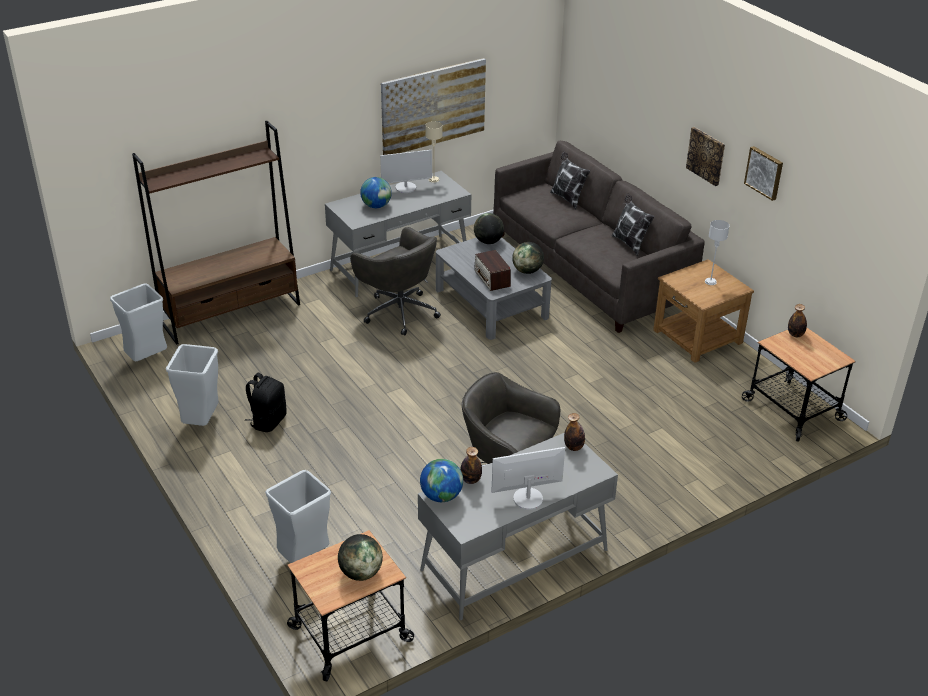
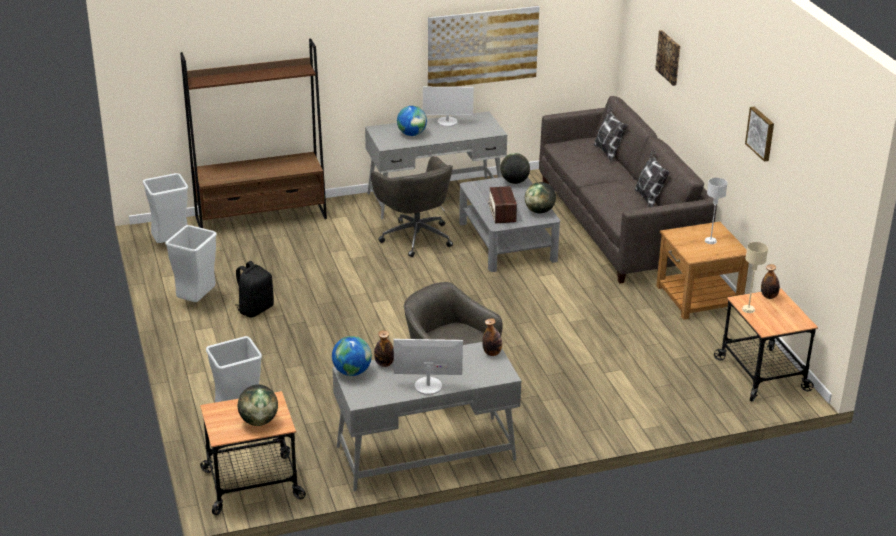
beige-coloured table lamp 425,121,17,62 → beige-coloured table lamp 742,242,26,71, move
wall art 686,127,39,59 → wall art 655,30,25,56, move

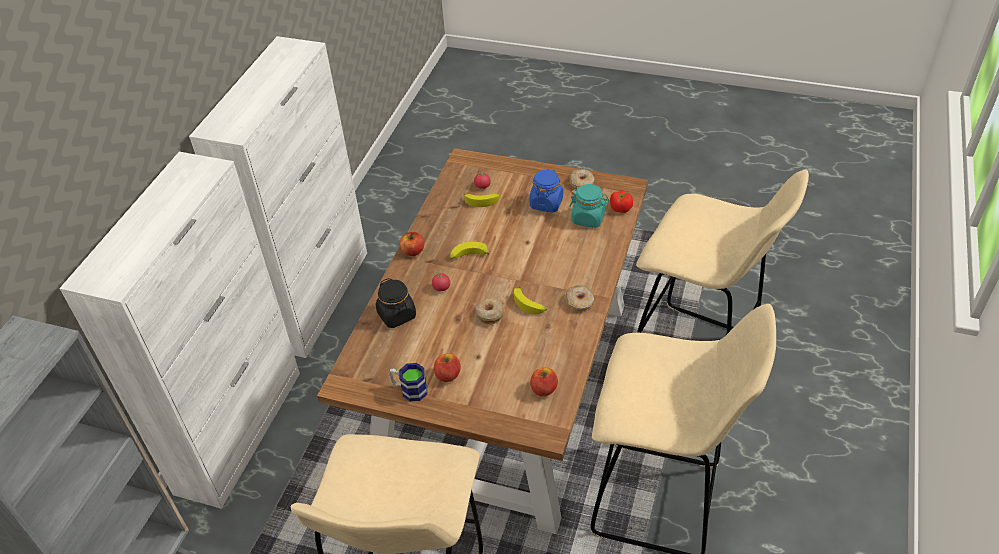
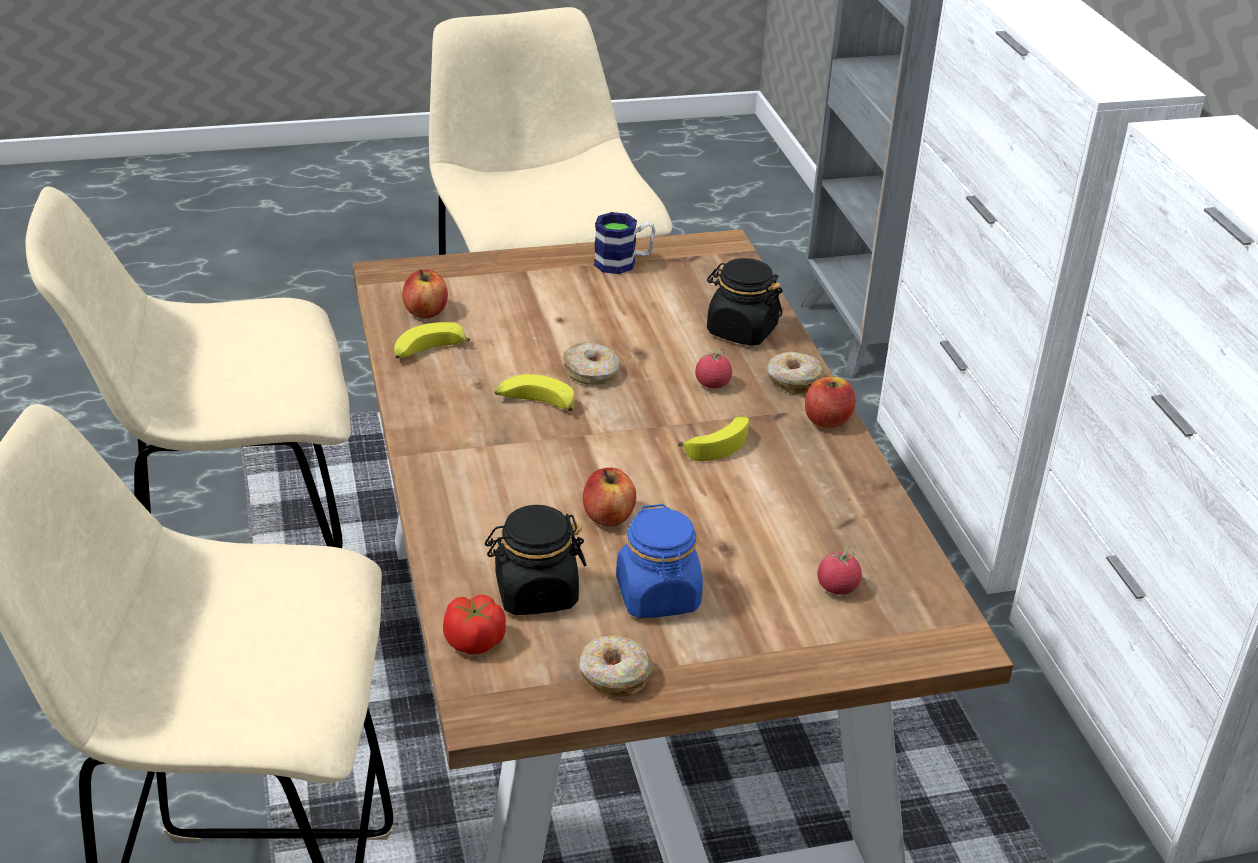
apple 434,353,27,29 → apple 583,467,53,59, move
banana 464,193,37,14 → banana 394,322,76,36, move
donut 566,285,28,27 → donut 767,352,58,42, move
blue-green storage jar 569,184,40,44 → black-coloured storage jar 485,505,101,110

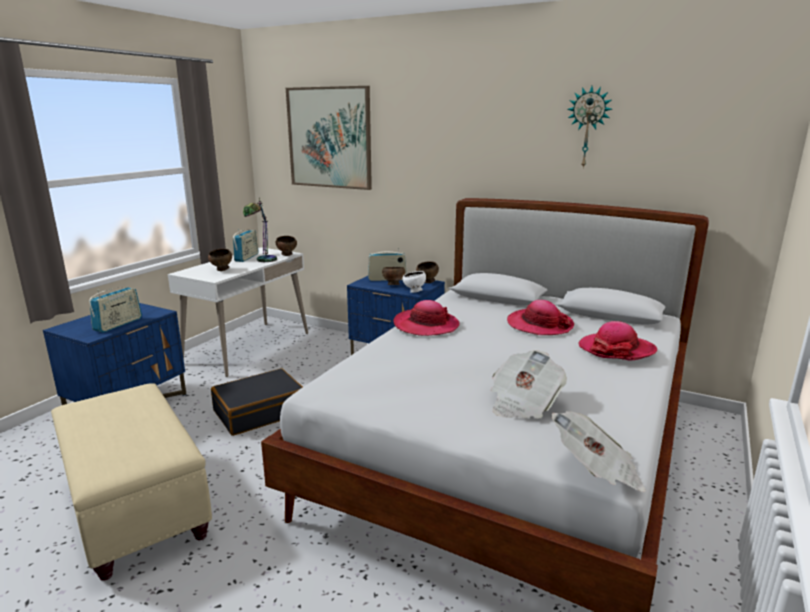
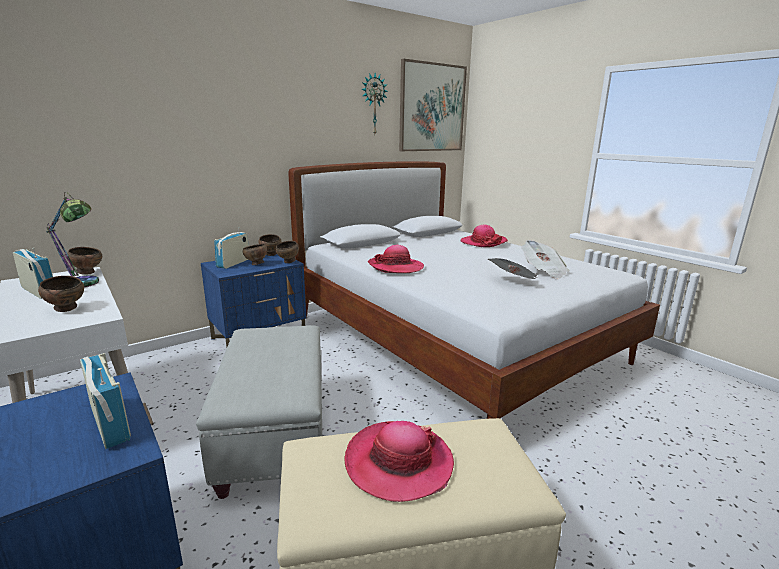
black-coloured suitcase 211,368,92,68 → gray footrest 196,325,126,174
wall art 286,86,86,104 → wall art 399,59,68,92, move
white deep dish 402,271,24,22 → brown deep dish 275,241,24,22
clothing hat 507,300,67,35 → clothing hat 344,421,110,81, move
printed paper 552,411,94,81 → printed paper 488,258,50,21, move

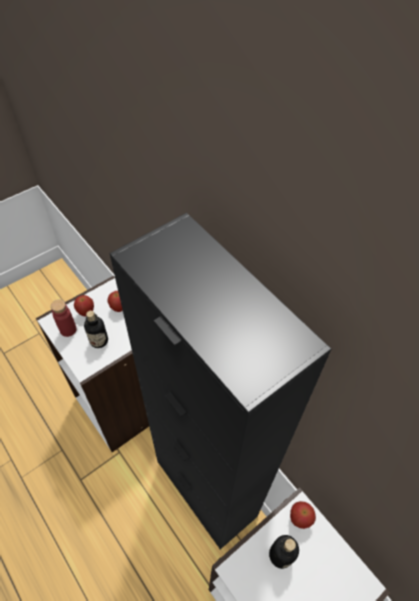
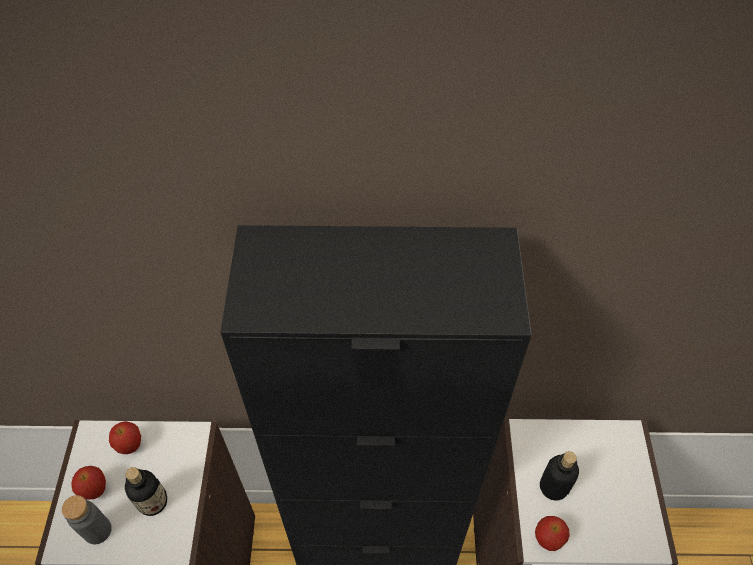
reddish bottle 51,299,26,38 → gray bottle 62,495,50,49
apple 290,501,26,28 → apple 535,516,35,35, move

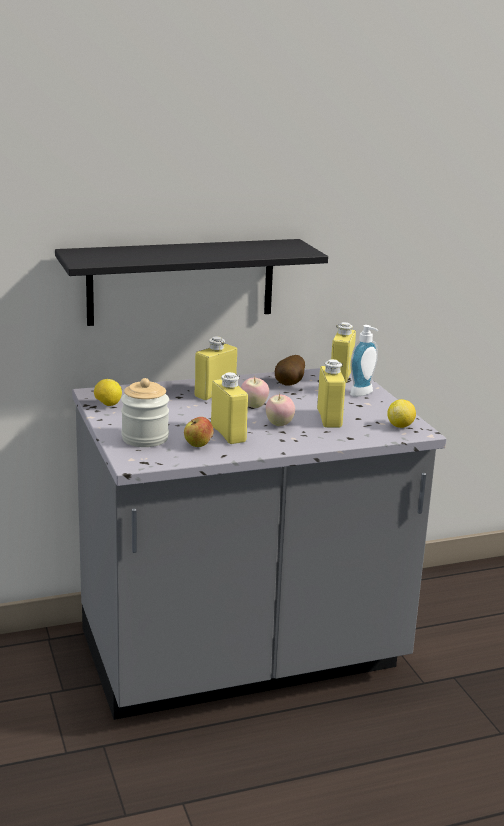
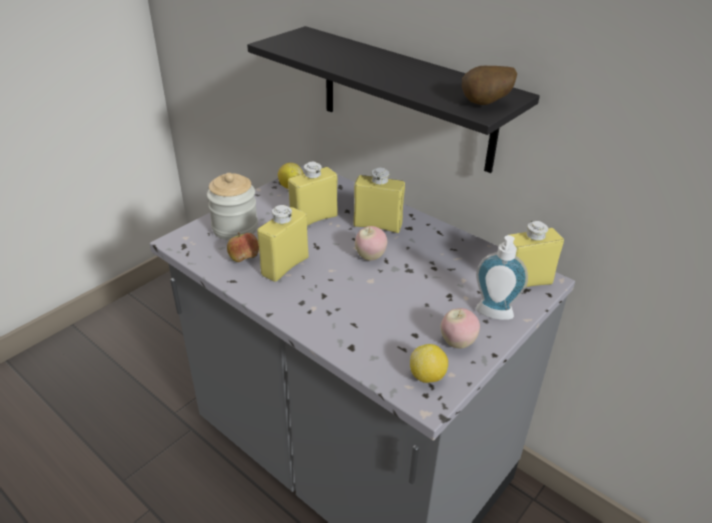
apple 266,393,29,33 → apple 441,308,39,40, move
whole potato 275,355,30,31 → whole potato 462,66,55,39, move
yellowish bottle 317,359,28,69 → yellowish bottle 288,162,50,64, move

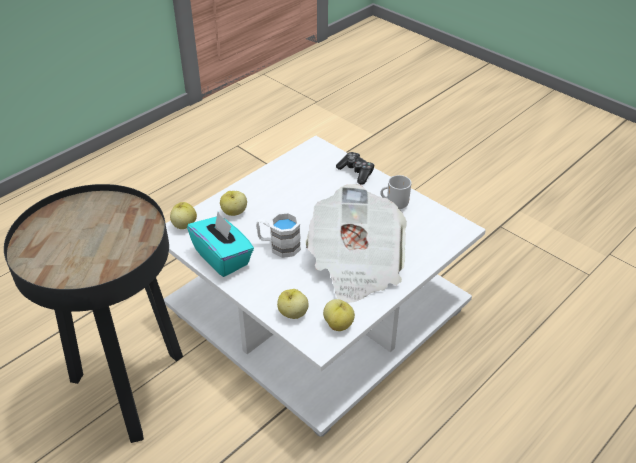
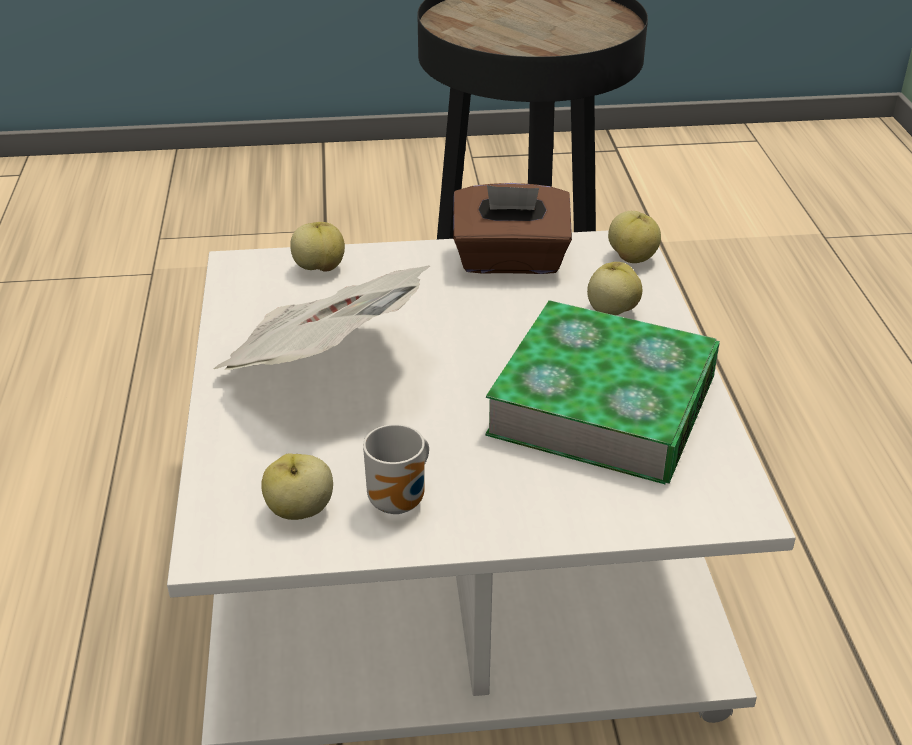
blue-green box of tissues 187,212,67,65 → brown box of tissues 453,183,119,91
white mug 256,211,45,47 → -
apple 323,299,32,32 → apple 261,453,72,67, move
joypad 336,152,39,33 → -
- → bound book 485,300,235,184

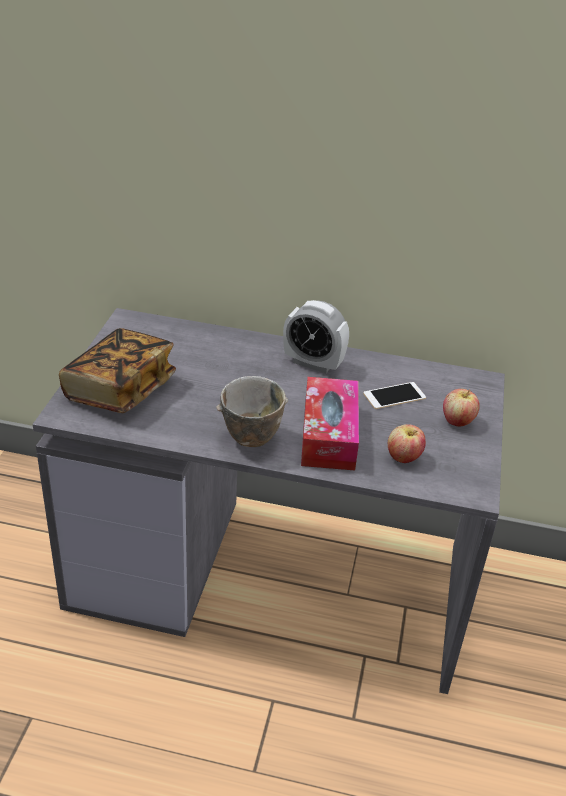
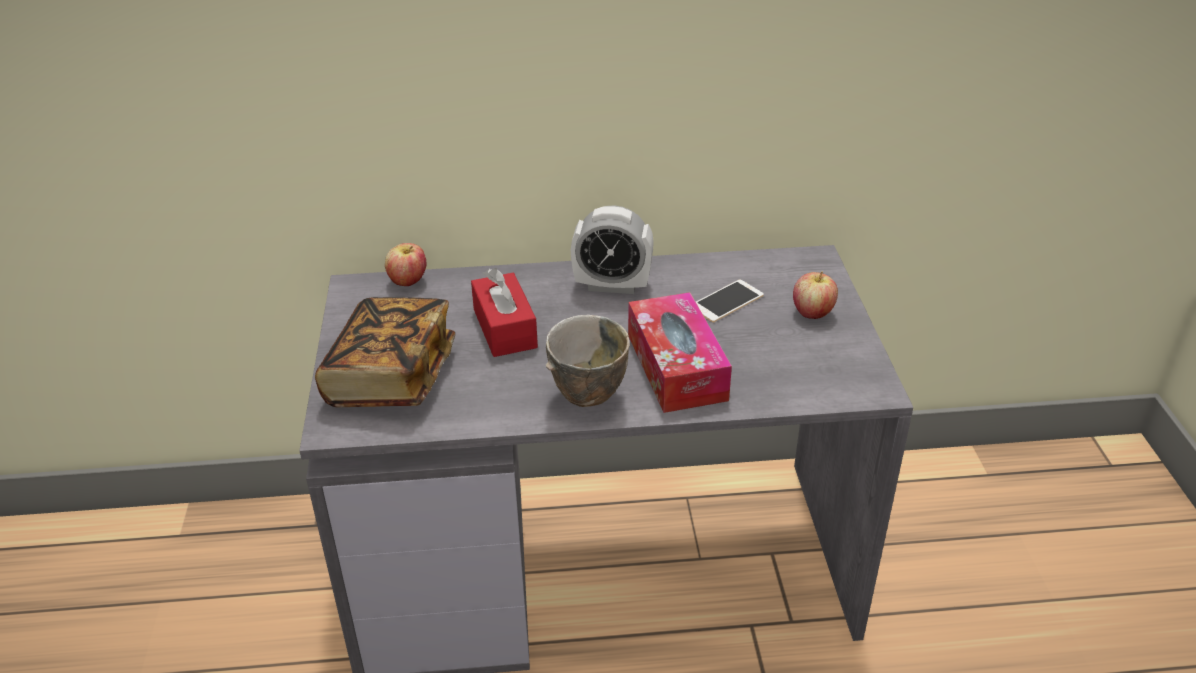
apple 388,424,38,39 → apple 385,243,41,43, move
- → reddish box of tissues 471,268,67,89

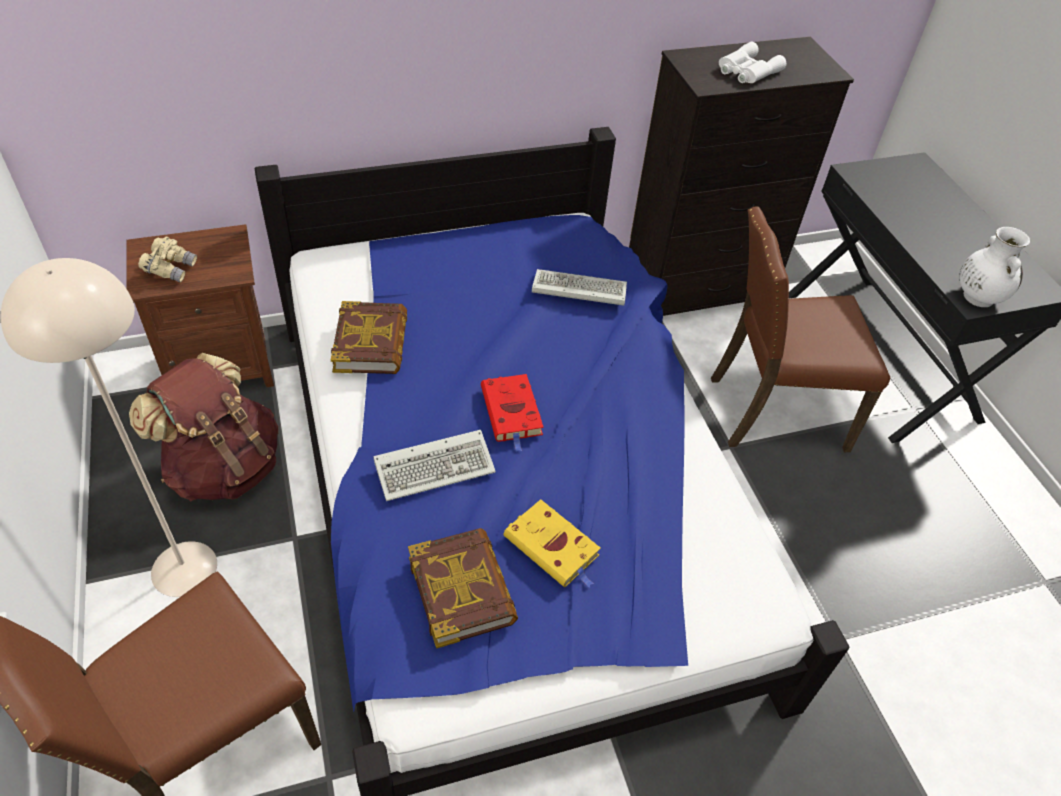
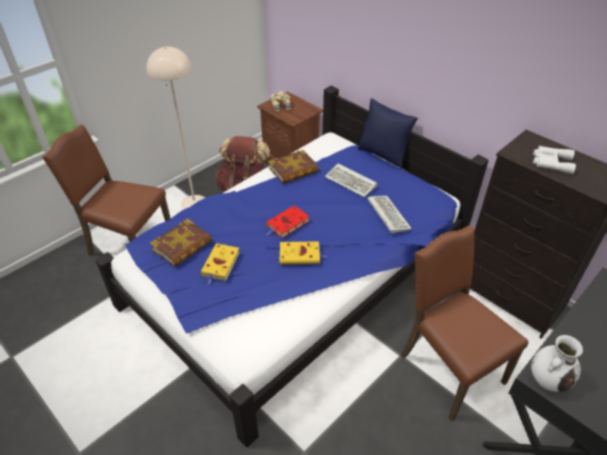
computer keyboard 373,430,123,71 → computer keyboard 325,164,52,34, move
- → yellowish bound book 279,241,48,23
- → blue-coloured throw pillow 357,98,61,71

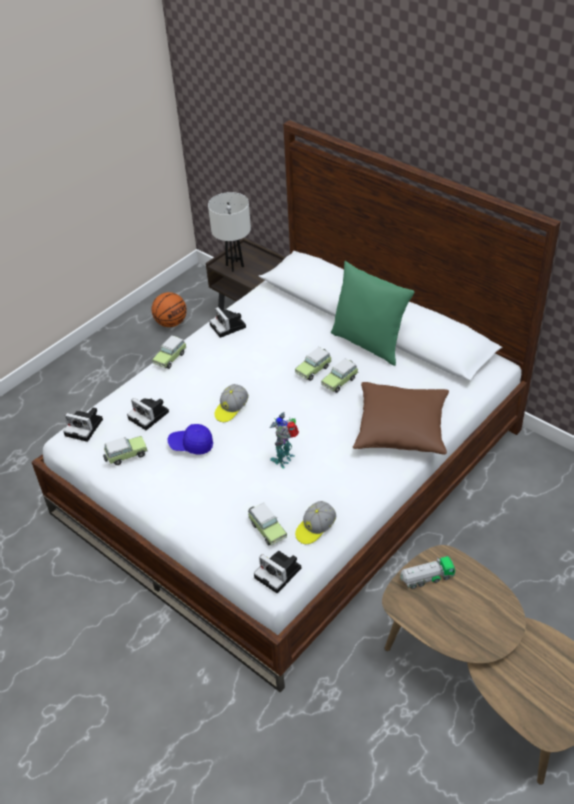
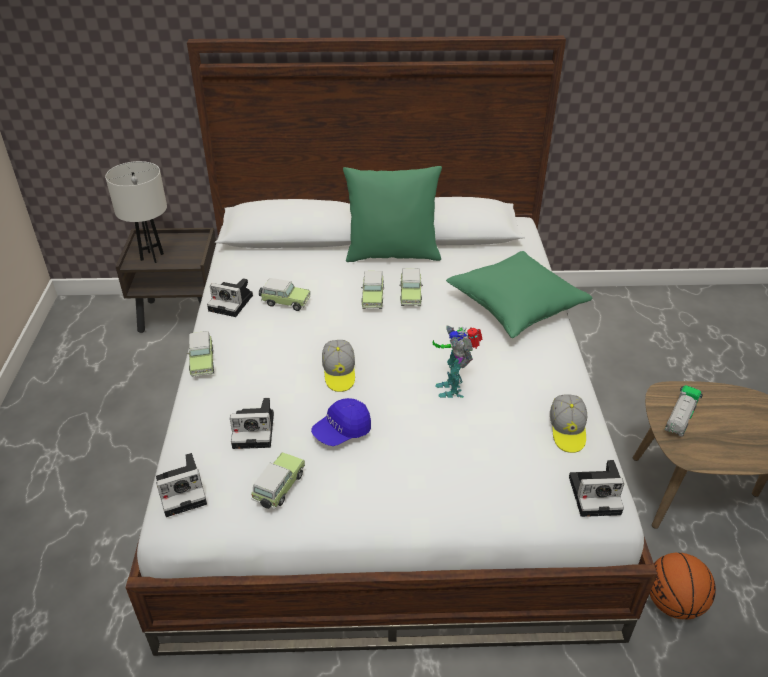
basketball ball 152,292,35,35 → basketball ball 650,553,66,66, move
miniature car 248,503,39,43 → miniature car 259,278,51,33, move
brown throw pillow 353,382,96,73 → greenish throw pillow 446,251,147,87

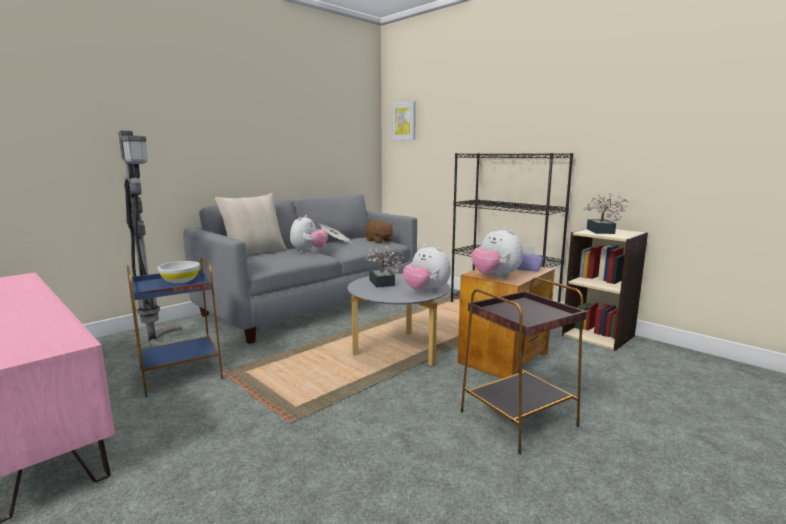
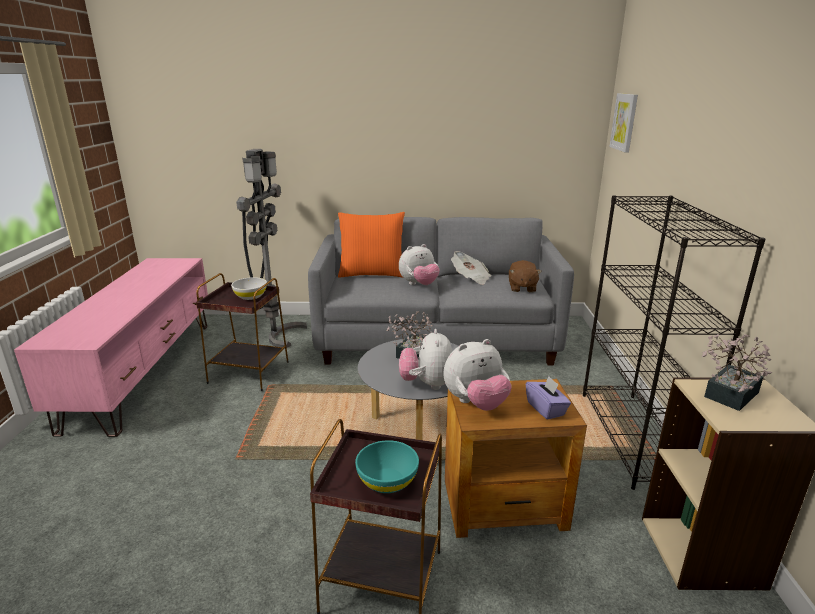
blue-coloured accent table 127,257,96,140 → brown accent table 196,273,93,118
beige-coloured throw pillow 215,193,72,62 → orange-coloured throw pillow 338,212,67,66
soft toy 471,227,52,51 → soft toy 444,339,68,72, 120 degrees counterclockwise
- → blue-green deep dish 355,440,64,53

